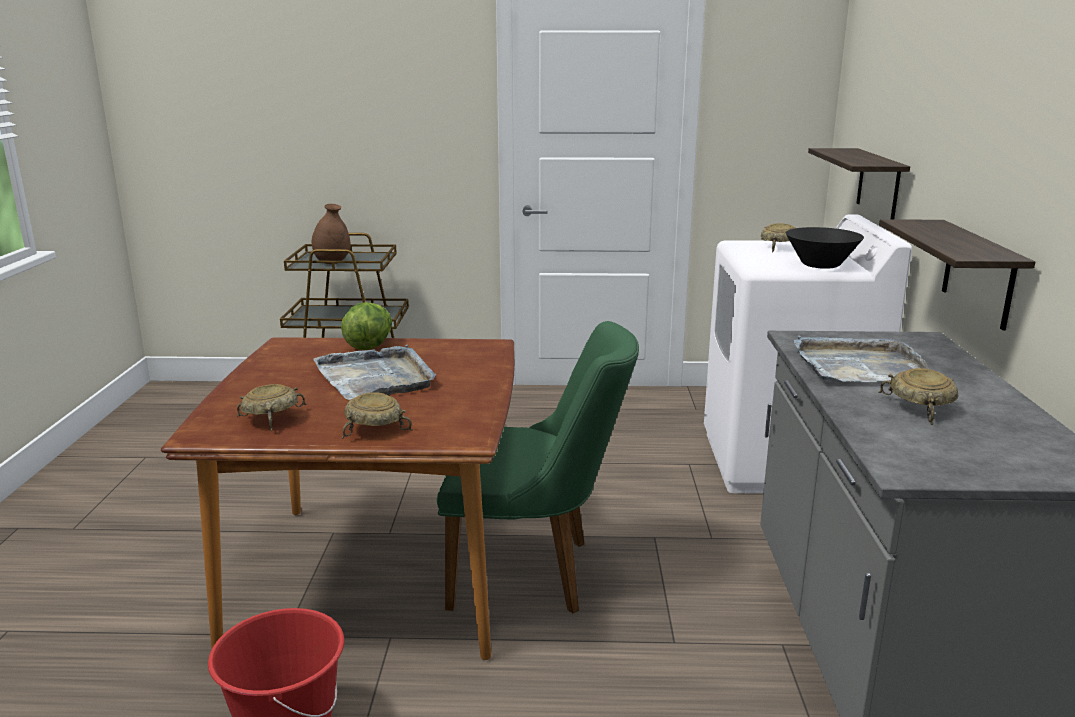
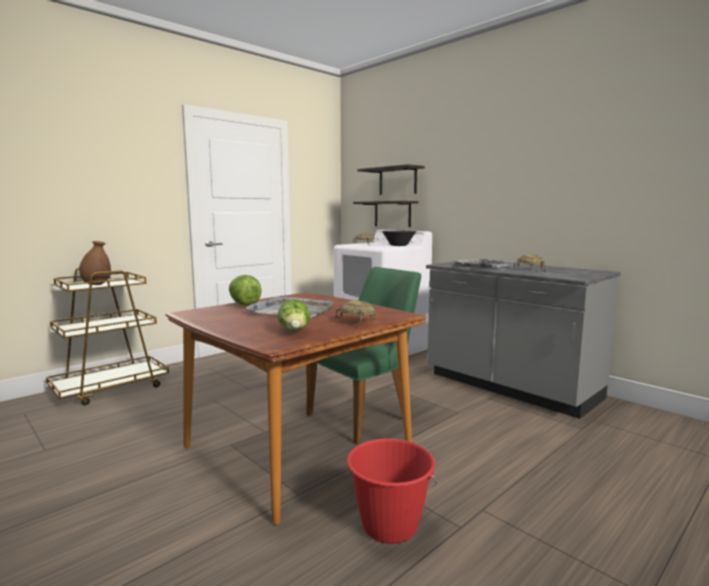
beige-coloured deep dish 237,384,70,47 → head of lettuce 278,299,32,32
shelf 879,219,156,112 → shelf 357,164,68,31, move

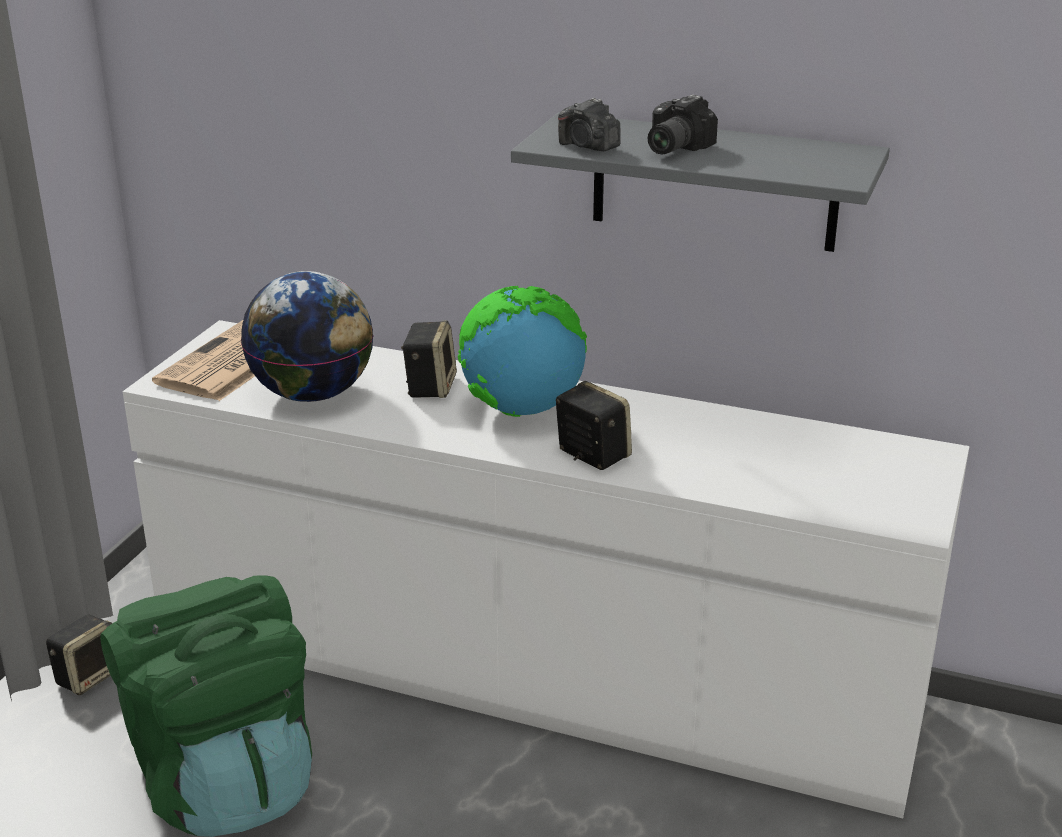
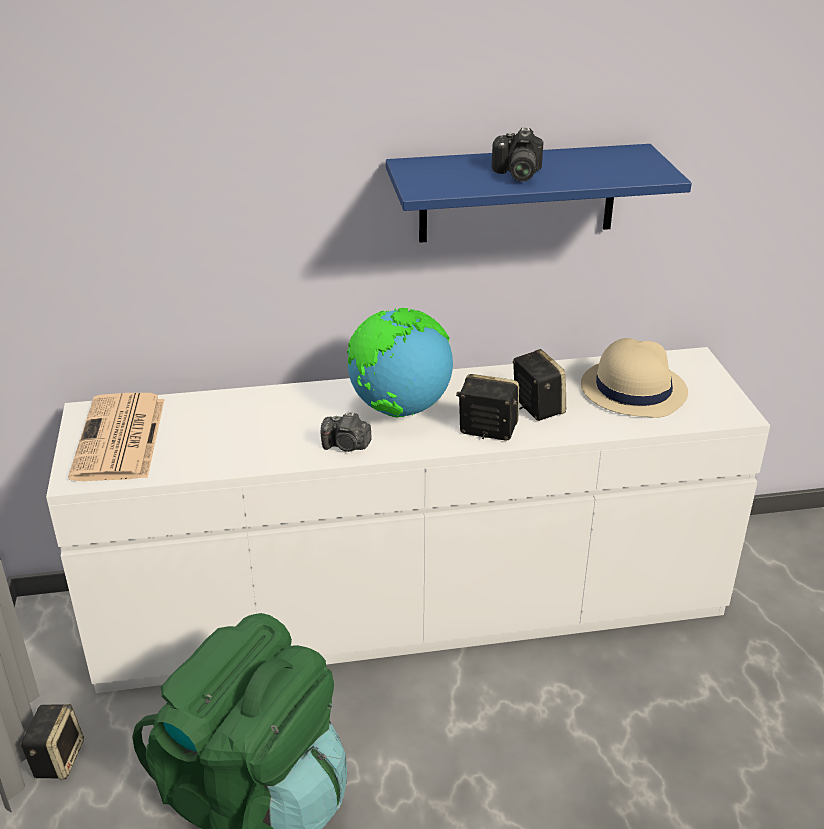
desk globe 241,271,132,131 → -
speaker 401,321,56,77 → speaker 513,349,53,72, move
gray shelf 511,112,379,140 → blue-coloured shelf 386,144,306,99
still camera 558,98,63,53 → still camera 321,411,50,41, move
- → beige-coloured clothing hat 581,338,107,80

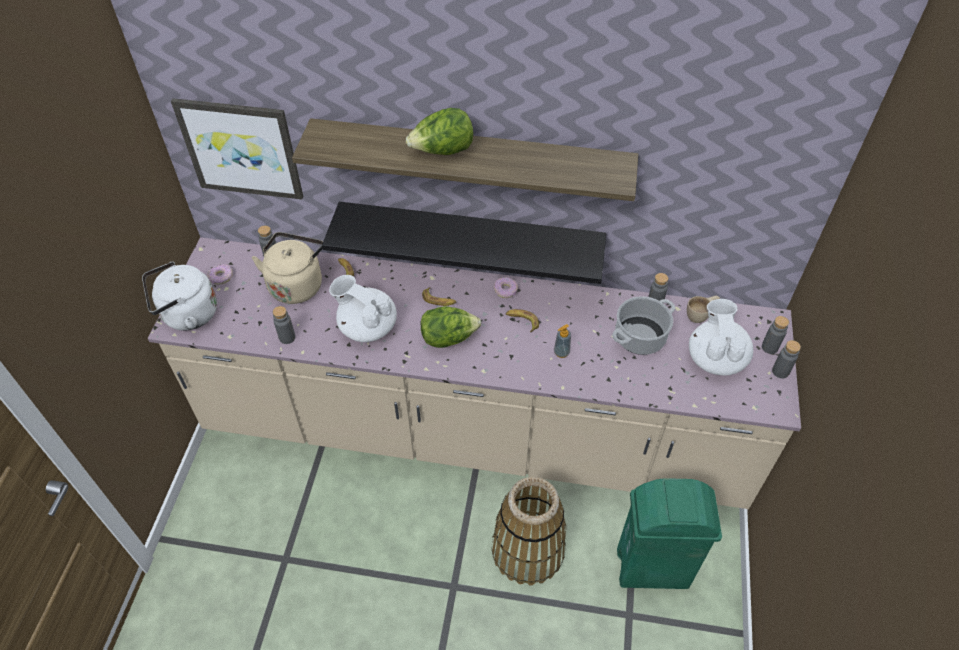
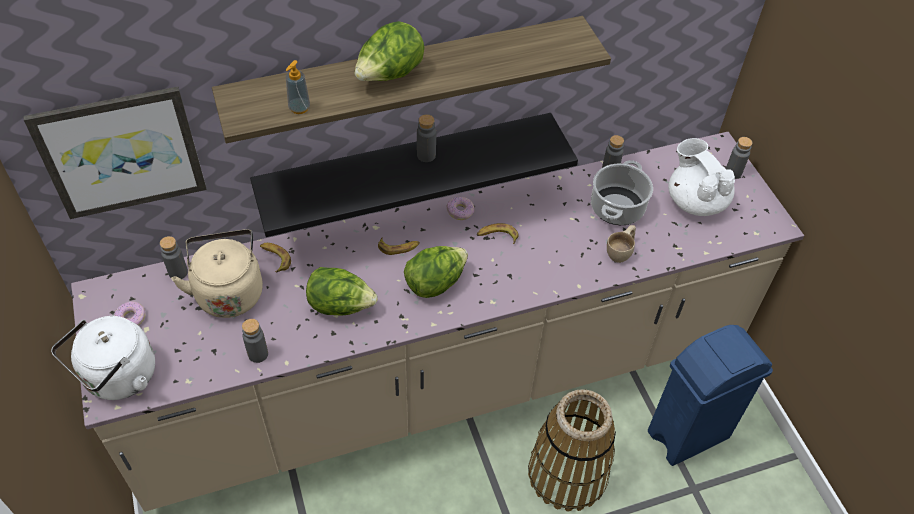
white pot for tea 329,275,68,67 → head of lettuce 306,267,72,49
soap dispenser 554,324,17,34 → soap dispenser 286,60,24,54, move
greenish trash can 617,478,105,111 → blue-coloured trash can 648,325,125,141
beige-coloured cup 687,296,33,27 → beige-coloured cup 607,225,29,38, move
gray bottle 772,340,29,39 → gray bottle 417,114,19,48, move

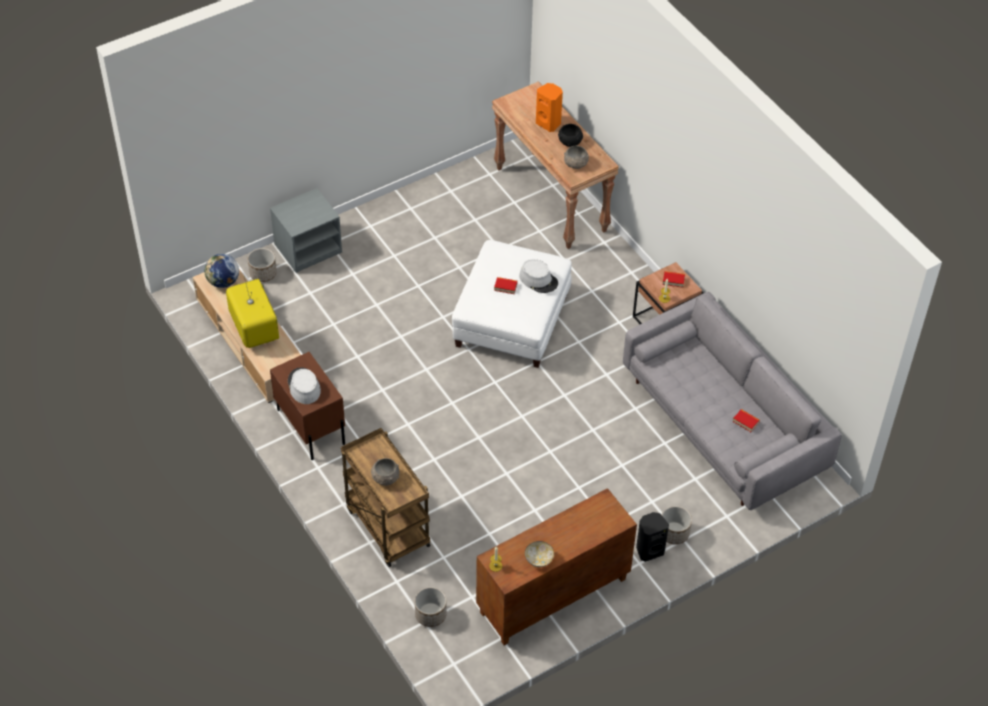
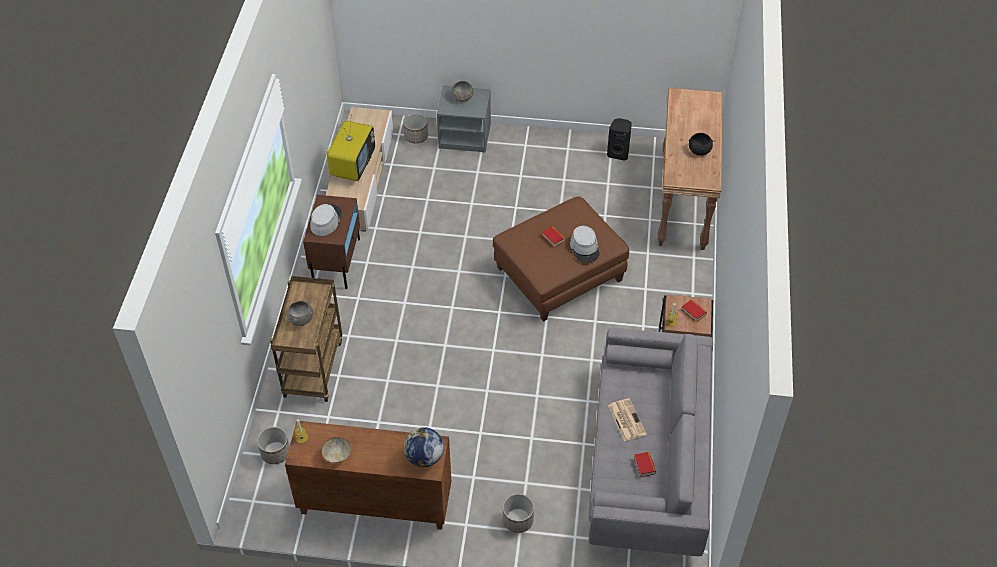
desk globe 204,254,35,34 → desk globe 404,427,40,40, move
white footrest 452,240,120,128 → brown footrest 493,196,136,126
orange-coloured speaker 536,83,27,49 → -
gray deep dish 564,145,25,24 → gray deep dish 451,81,23,21, move
black-coloured speaker 636,512,33,50 → black-coloured speaker 607,118,25,43, move
- → printed paper 608,398,39,43

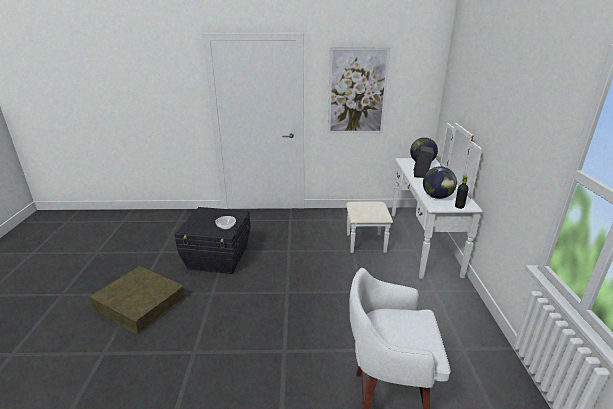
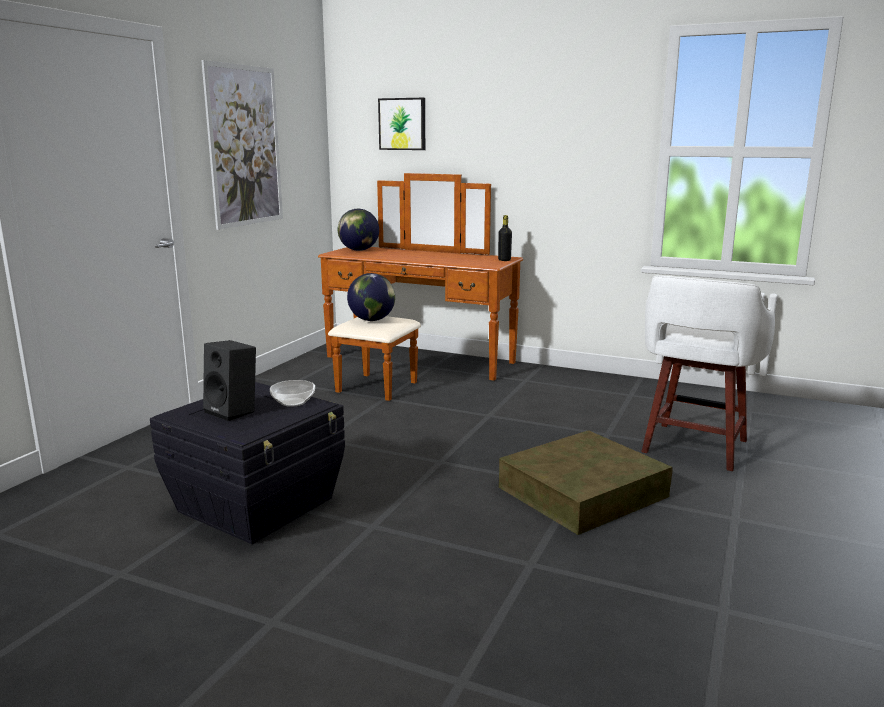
brown storage box 89,266,96,69 → brown storage box 499,430,173,105, move
white dresser 346,123,137,156 → brown dresser 318,173,205,228
black-coloured speaker 414,146,20,32 → black-coloured speaker 203,340,53,81, move
desk globe 423,166,34,33 → desk globe 347,273,48,48, move
- → wall art 378,98,47,52

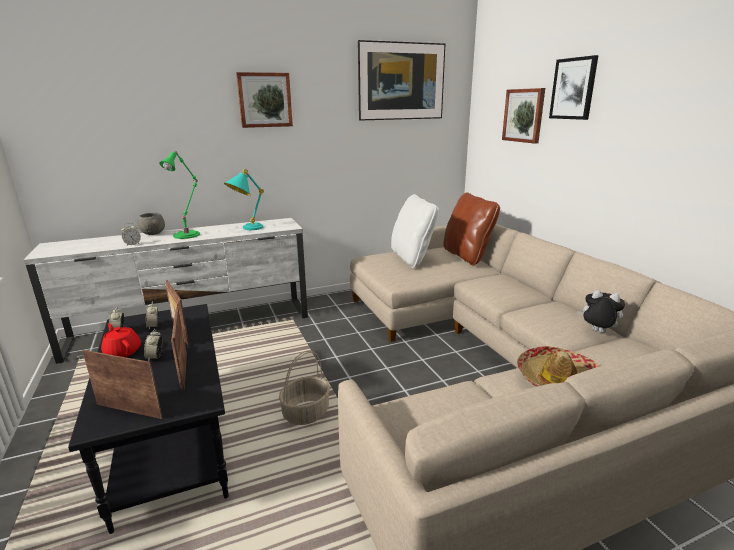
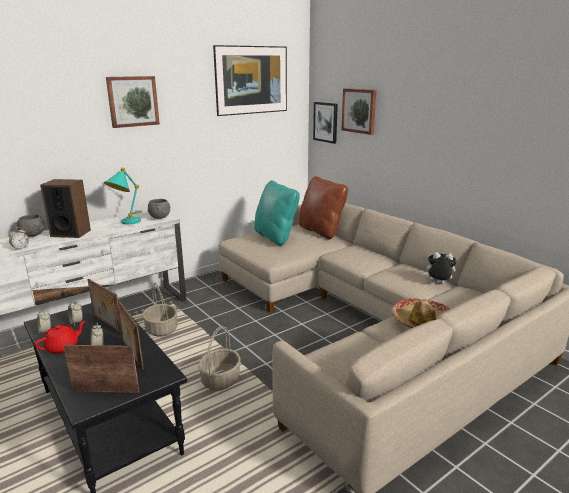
reddish pot for tea 101,323,40,34 → reddish pot for tea 34,321,52,33, 105 degrees clockwise
greenish table lamp 159,151,41,88 → speaker 40,179,51,59
white throw pillow 391,194,48,74 → blue-green throw pillow 254,180,46,66
wall art 549,55,50,65 → wall art 313,102,25,42, move
- → basket 142,283,36,54
- → gray deep dish 148,199,22,20

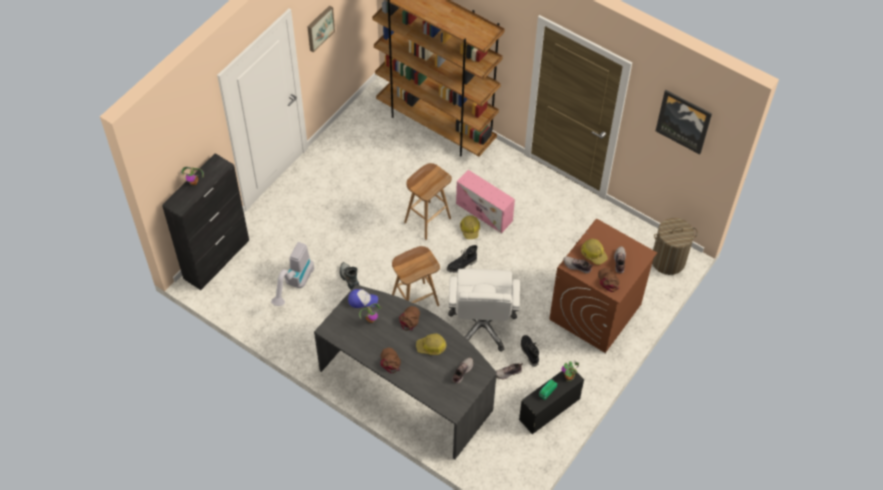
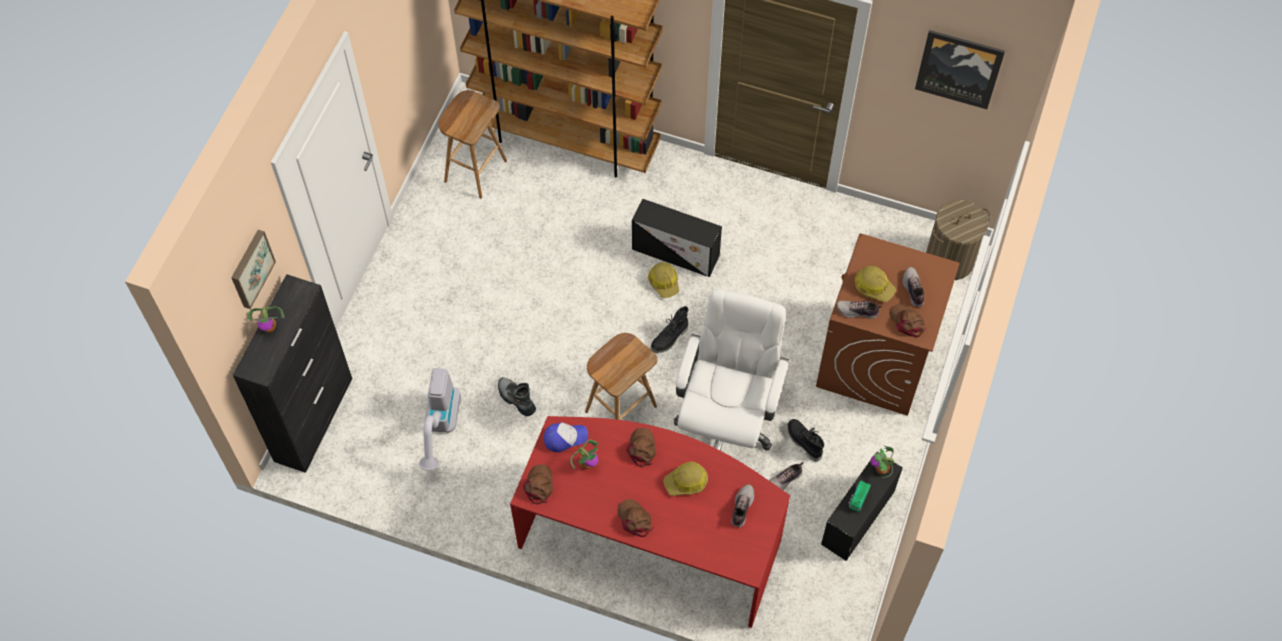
wall art 307,5,28,47 → wall art 231,230,45,79, move
gray desk table 314,285,183,175 → reddish desk table 510,416,280,212
brown stool seat 404,163,48,77 → brown stool seat 438,90,69,109, move
white computer chair 448,269,72,83 → white computer chair 674,289,115,161, 150 degrees counterclockwise
pink storage box 456,170,59,63 → black-coloured storage box 632,199,90,78
- → brown cap 523,464,30,41

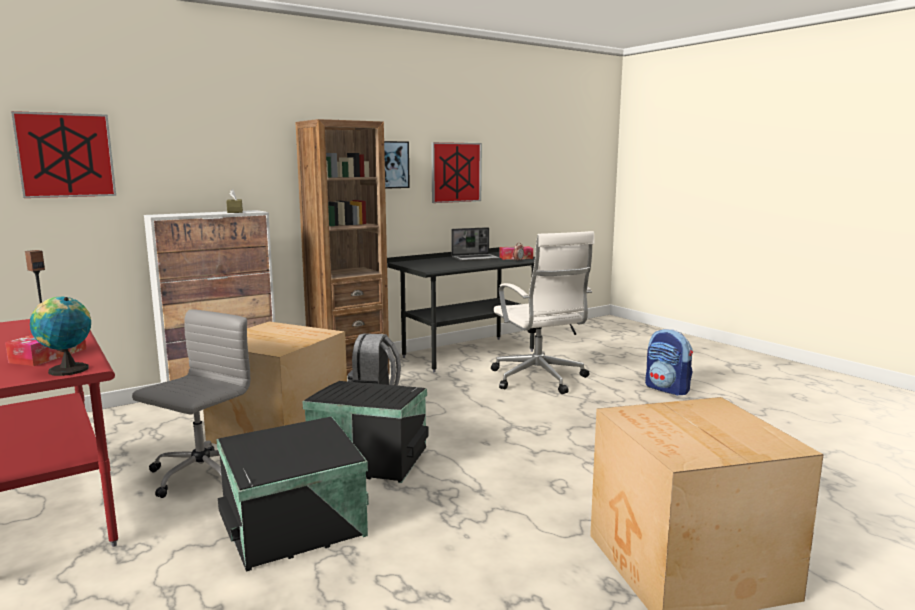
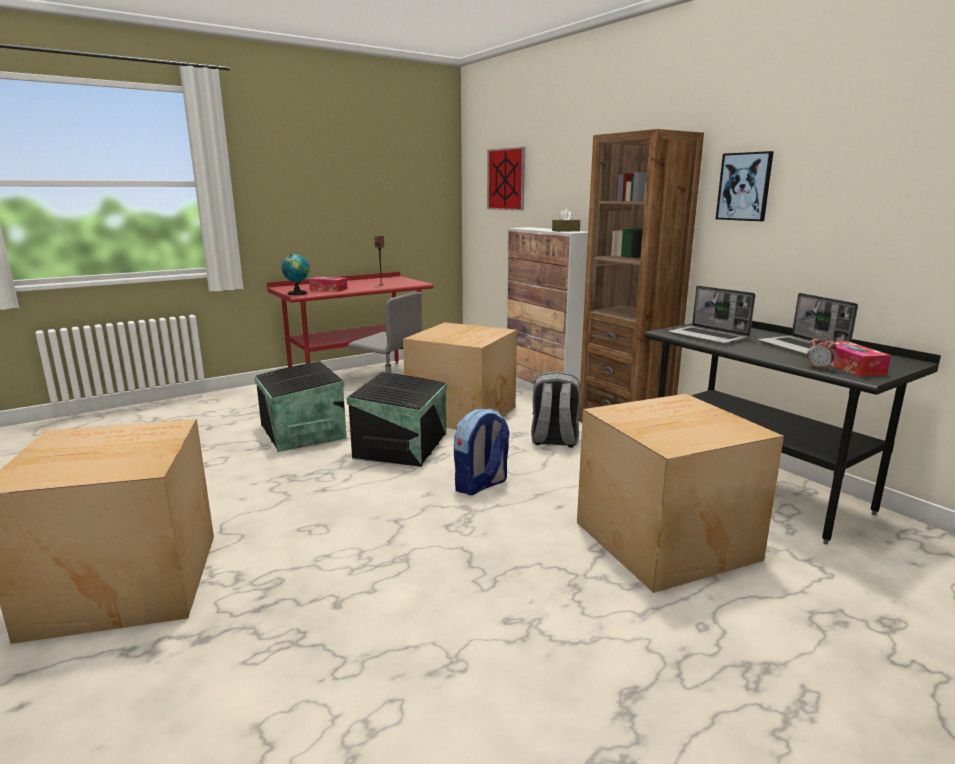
wall art 431,142,51,61 → -
white computer chair 491,231,104,163 → cardboard box 577,394,207,199
knapsack 645,329,48,66 → knapsack 454,409,56,86, move
- → portable computer 668,286,87,59

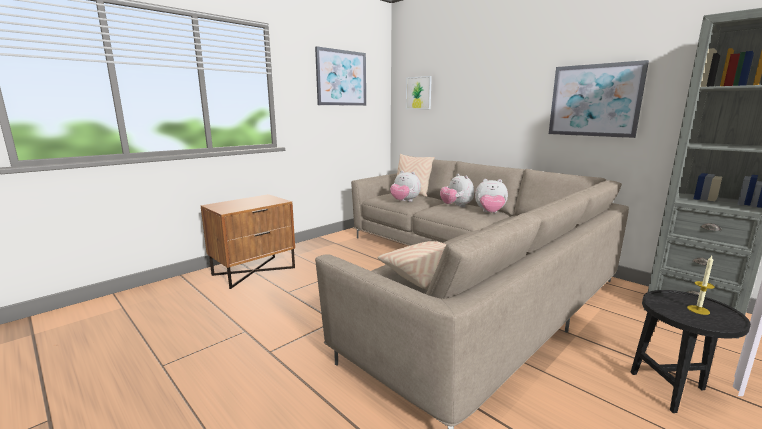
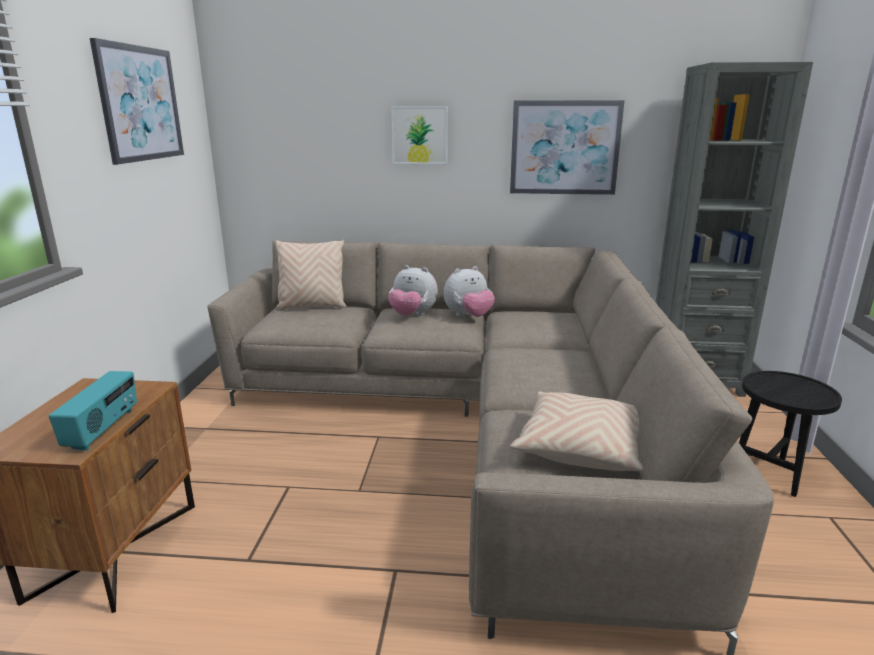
soft toy 390,171,31,31 → -
wall art 406,76,26,33 → wall art 391,106,57,58, move
candle 687,256,28,59 → -
- → radio set 49,371,88,80

